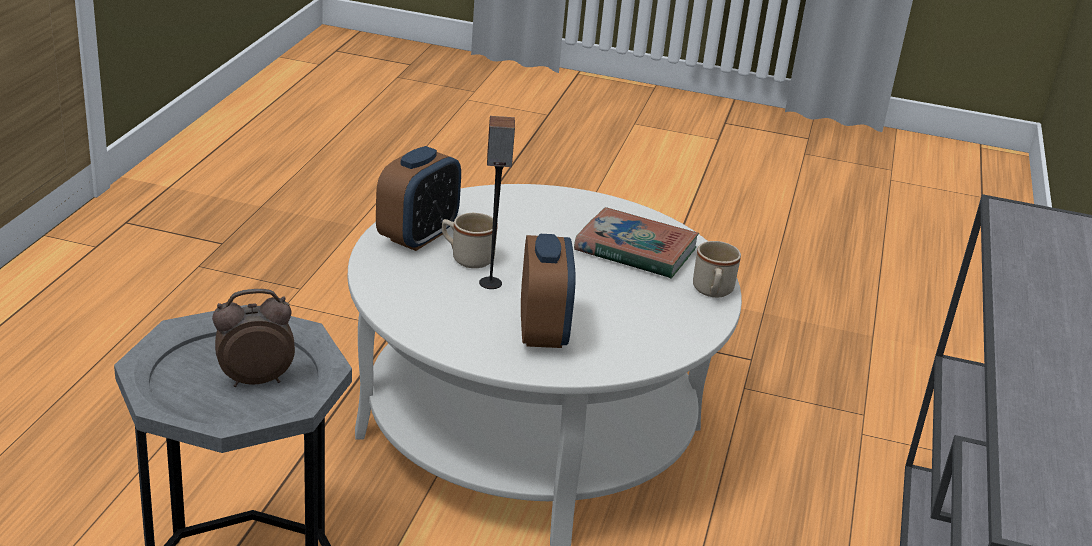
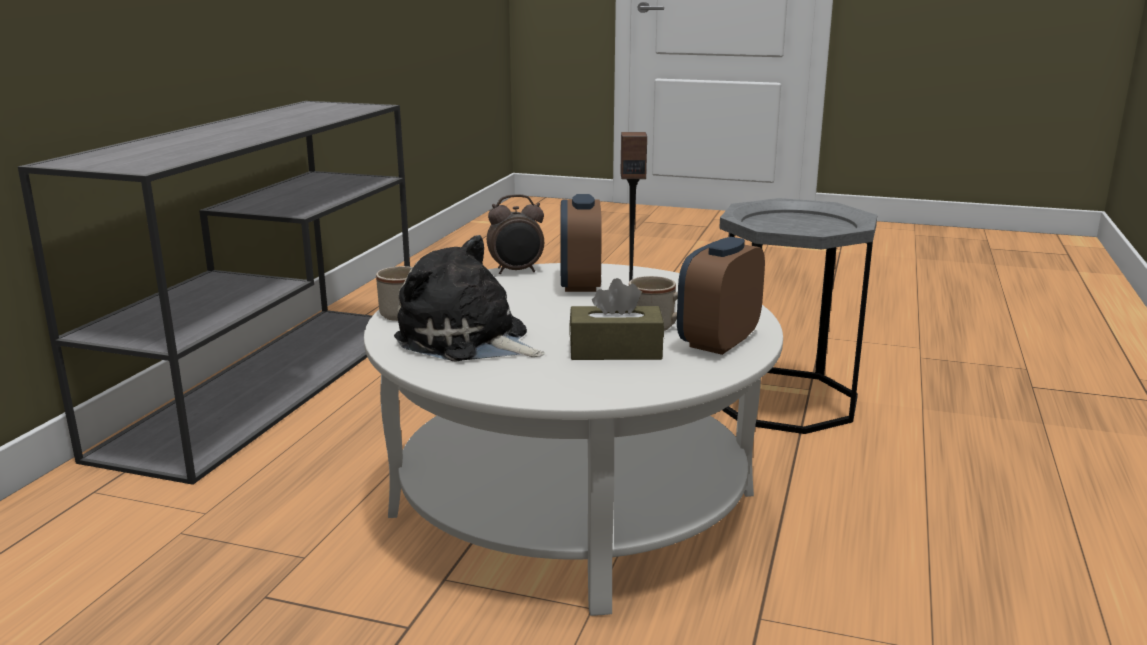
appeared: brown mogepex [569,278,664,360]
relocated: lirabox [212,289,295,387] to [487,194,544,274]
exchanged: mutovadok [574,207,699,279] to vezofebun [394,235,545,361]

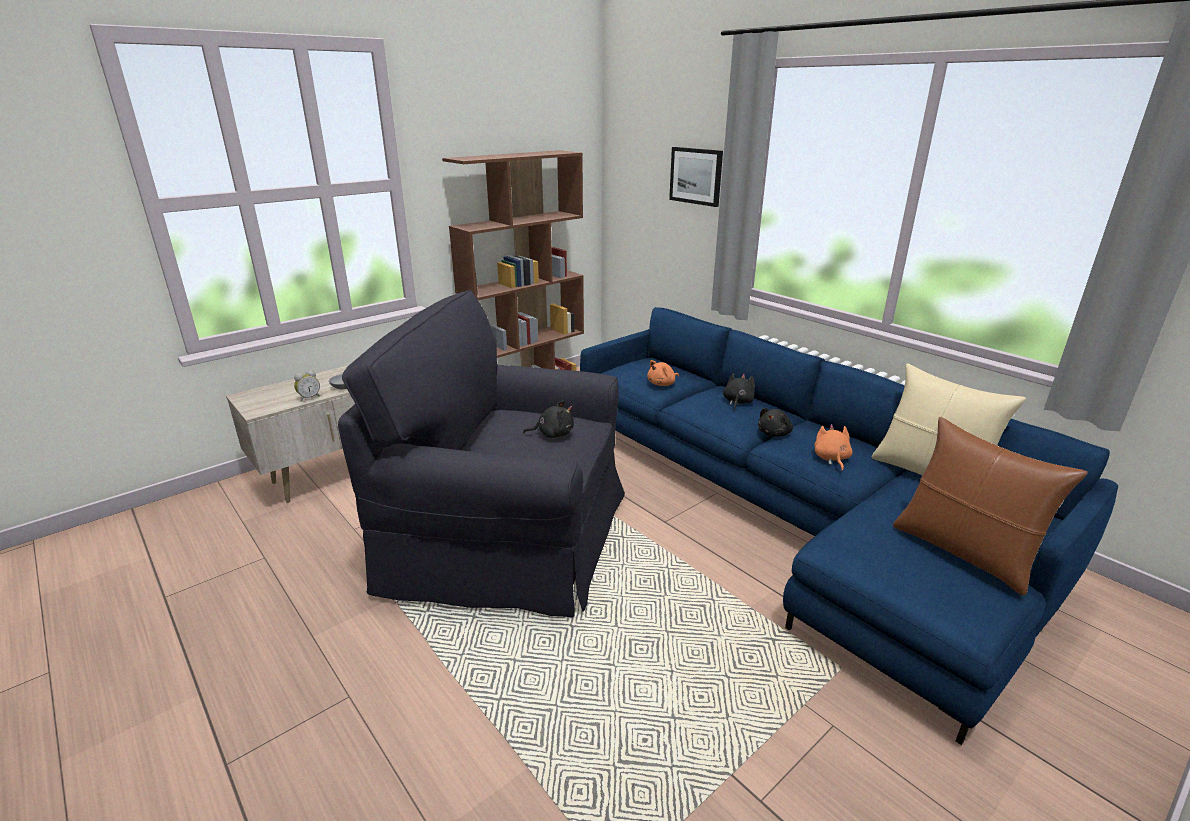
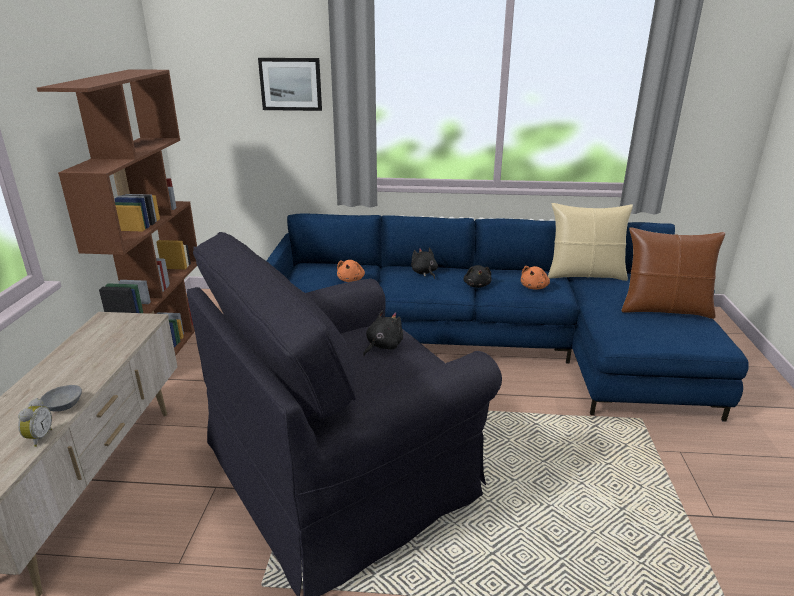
spun: orange vezofebun [814,424,852,471] = [521,266,550,289] 105 degrees counterclockwise

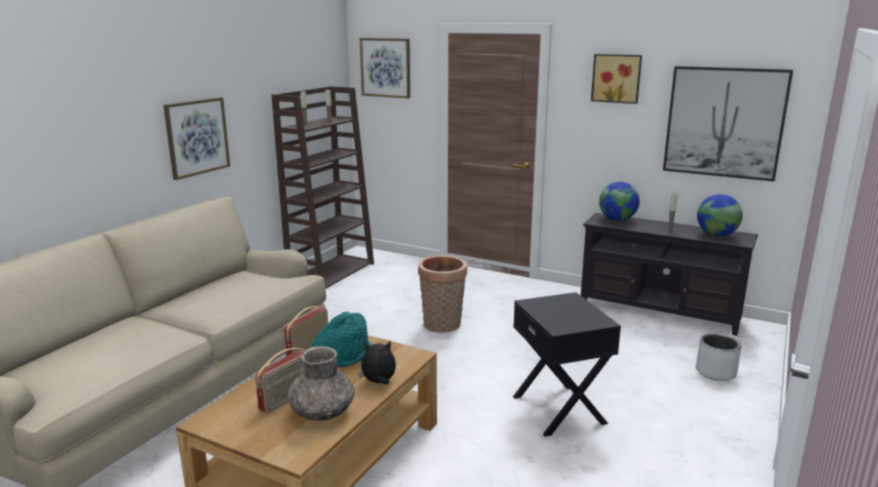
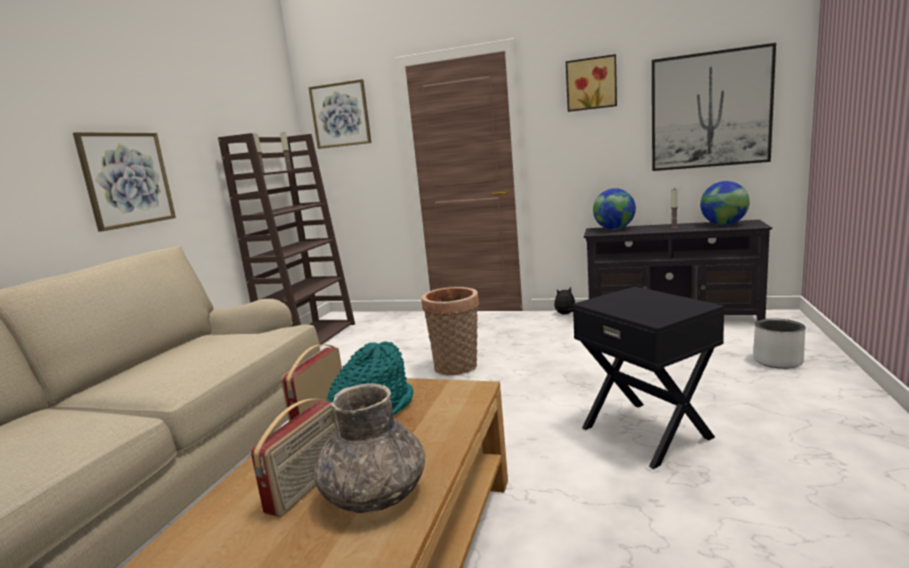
relocated: vezofebun [358,341,396,384] to [554,287,575,315]

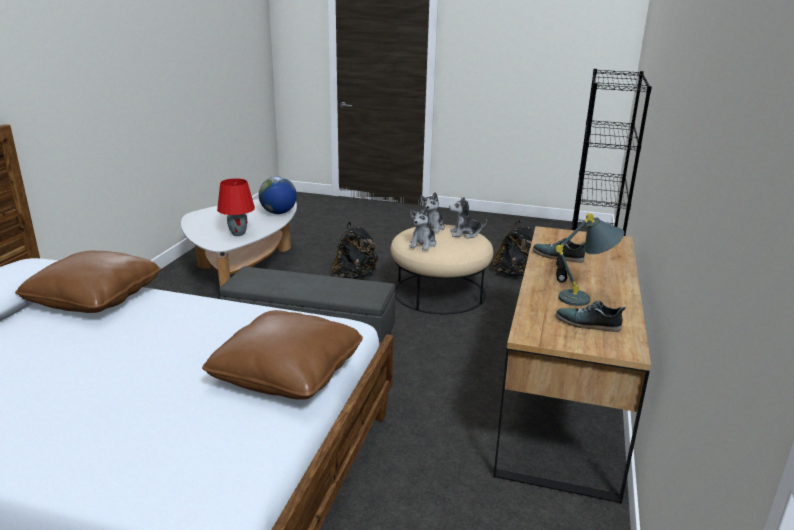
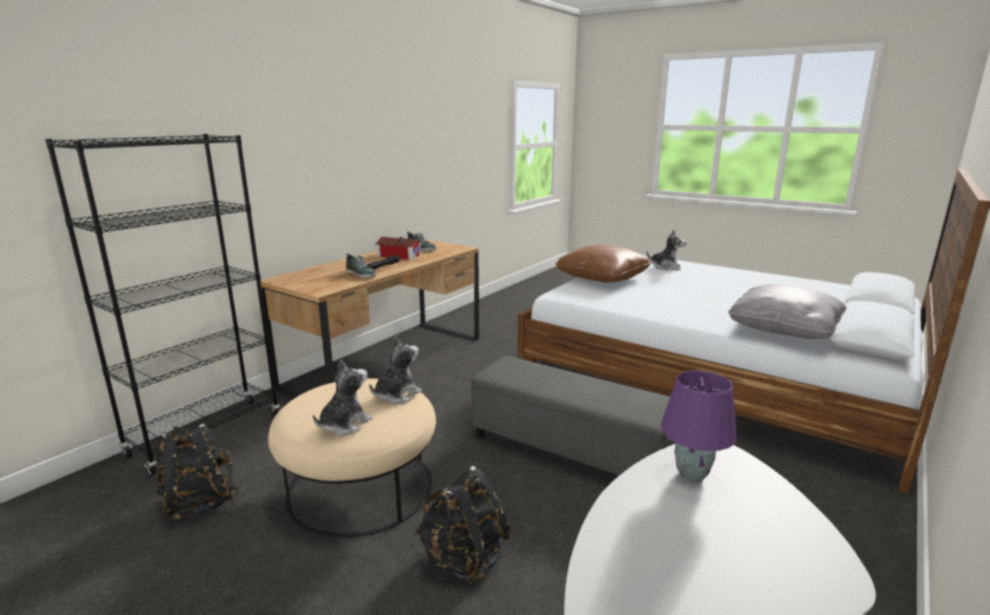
missing: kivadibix [259,177,297,214]
relocated: vezofebun [449,197,487,239] to [647,229,687,270]
exchanged: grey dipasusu [555,213,624,306] to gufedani [376,237,422,260]
colour: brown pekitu [15,251,161,313] to grey pekitu [728,284,847,339]; red dipasusu [217,178,255,236] to purple dipasusu [661,370,737,483]

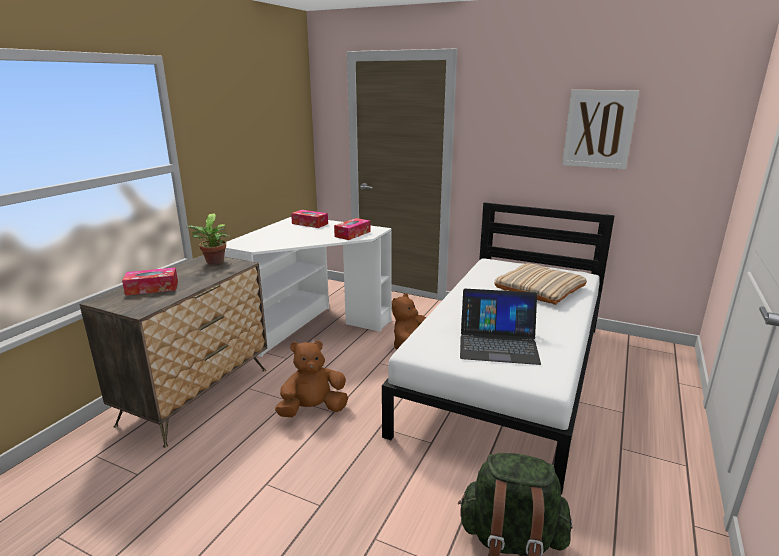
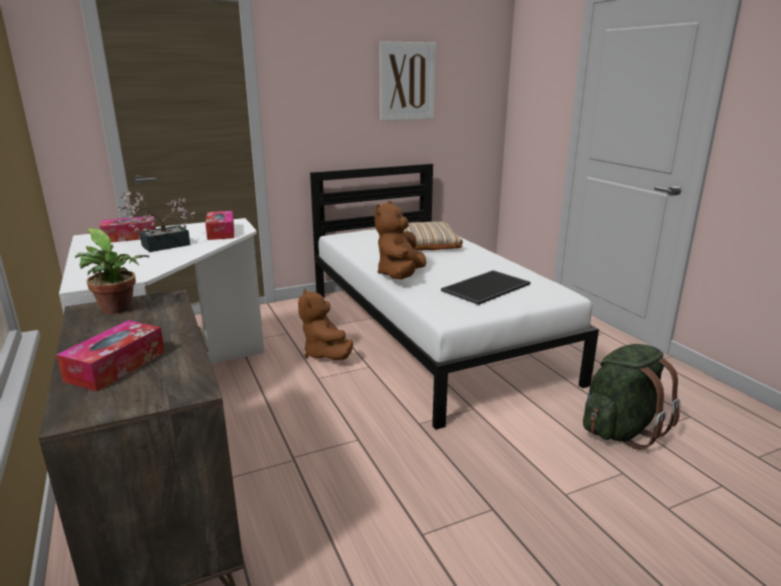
appeared: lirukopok [118,191,195,252]
relocated: brown vezofebun [275,340,348,417] to [374,201,427,279]
exchanged: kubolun [460,289,541,365] to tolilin [441,270,530,305]

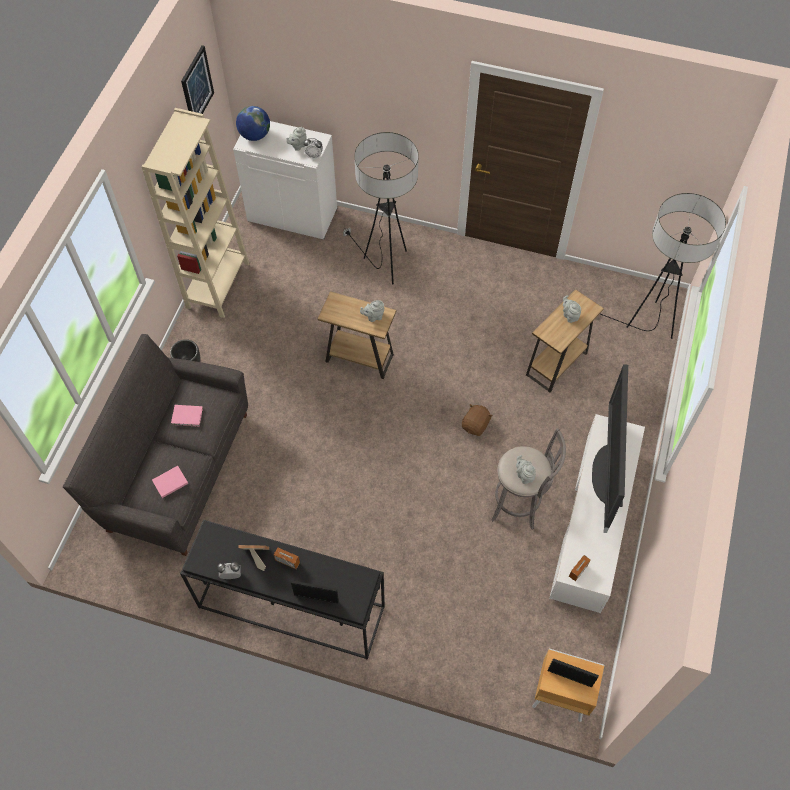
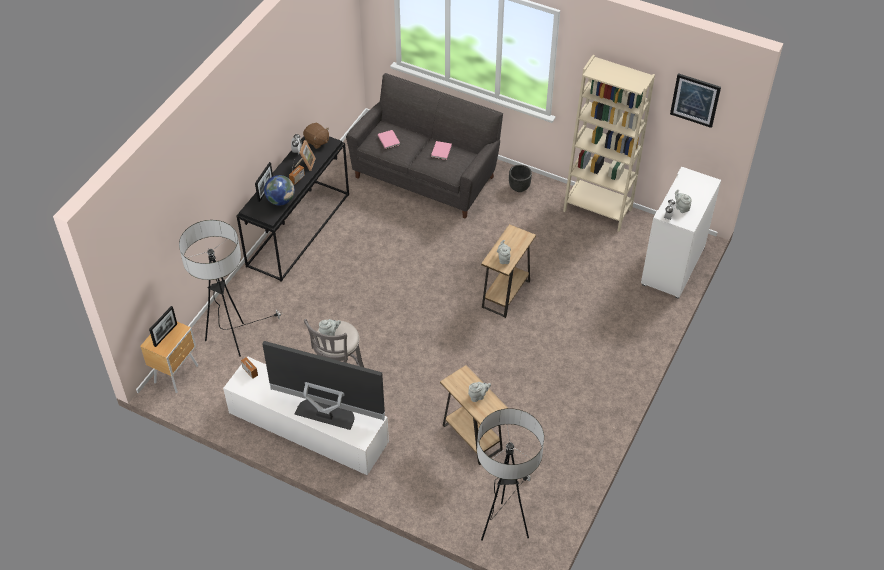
relocated: kivadibix [236,106,270,141] to [264,175,295,205]; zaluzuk [343,132,419,284] to [179,220,283,357]; brown vezofebun [462,404,493,436] to [303,123,329,149]

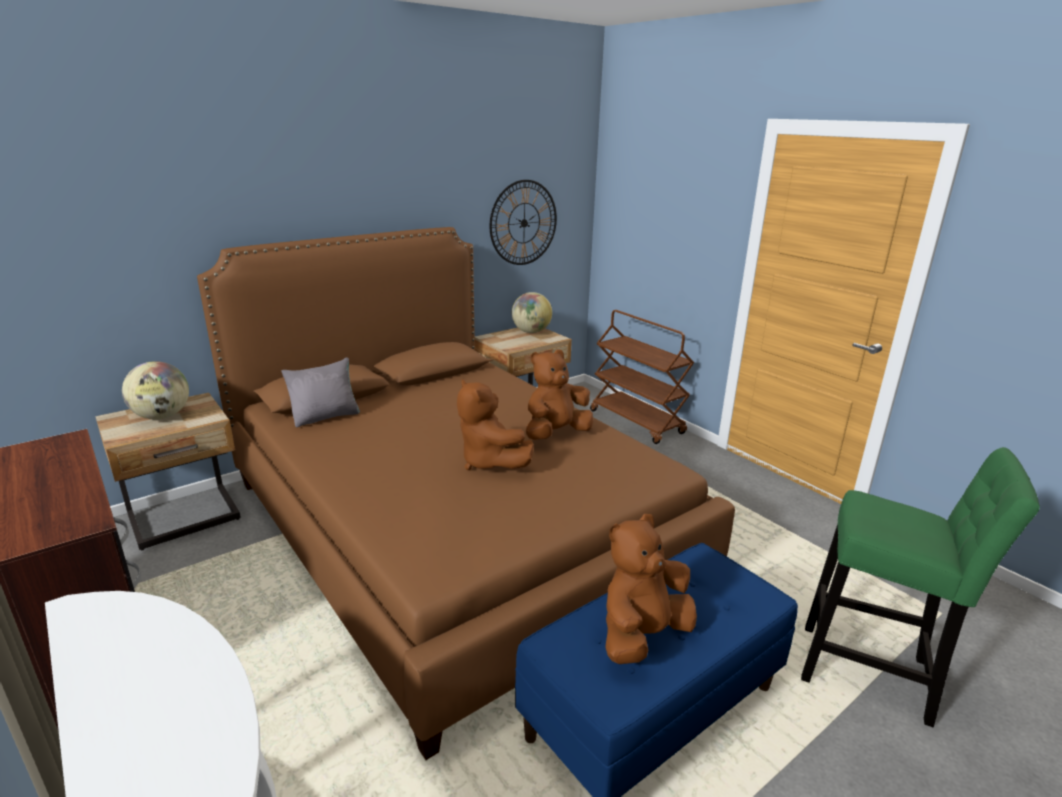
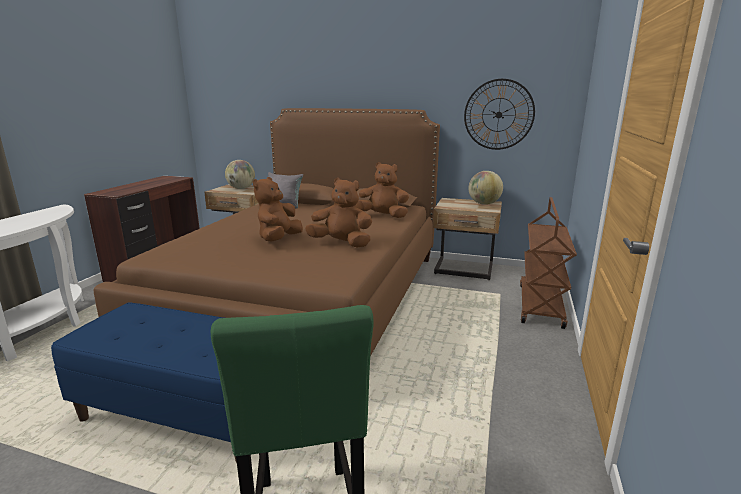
relocated: brown vezofebun [605,514,697,664] to [355,162,409,218]

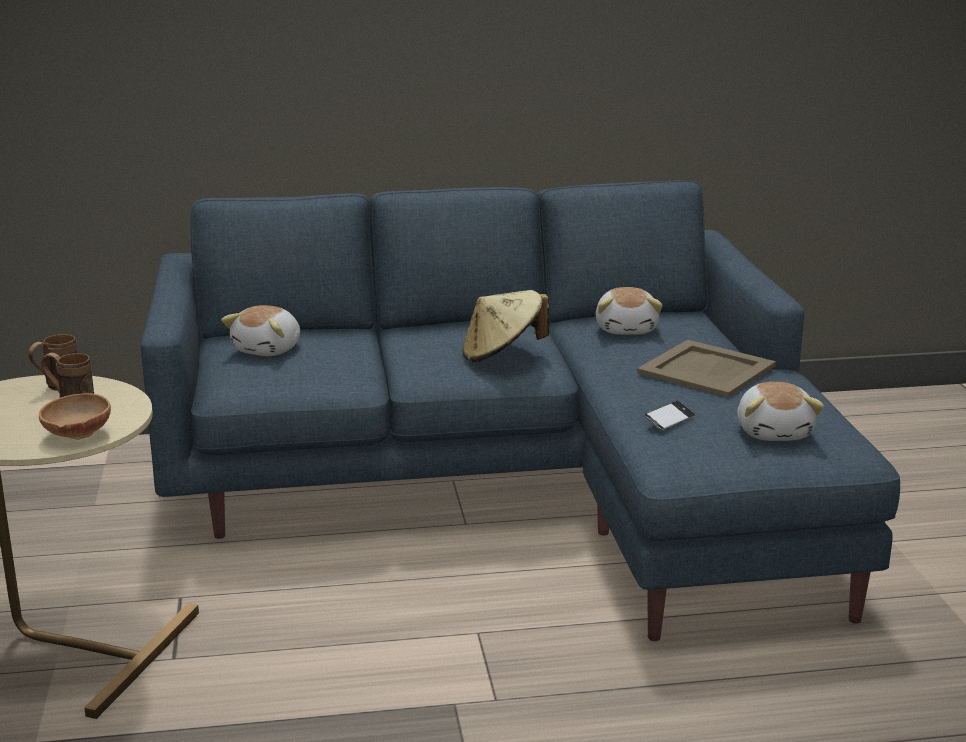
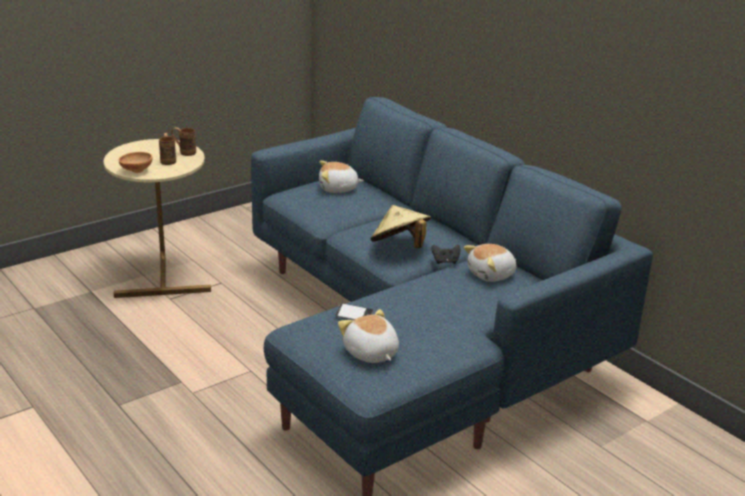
missing: beige tolilin [637,340,776,397]
appeared: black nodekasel [431,245,461,264]
spun: vezofebun [737,382,824,441] = [338,309,399,363] 90 degrees clockwise

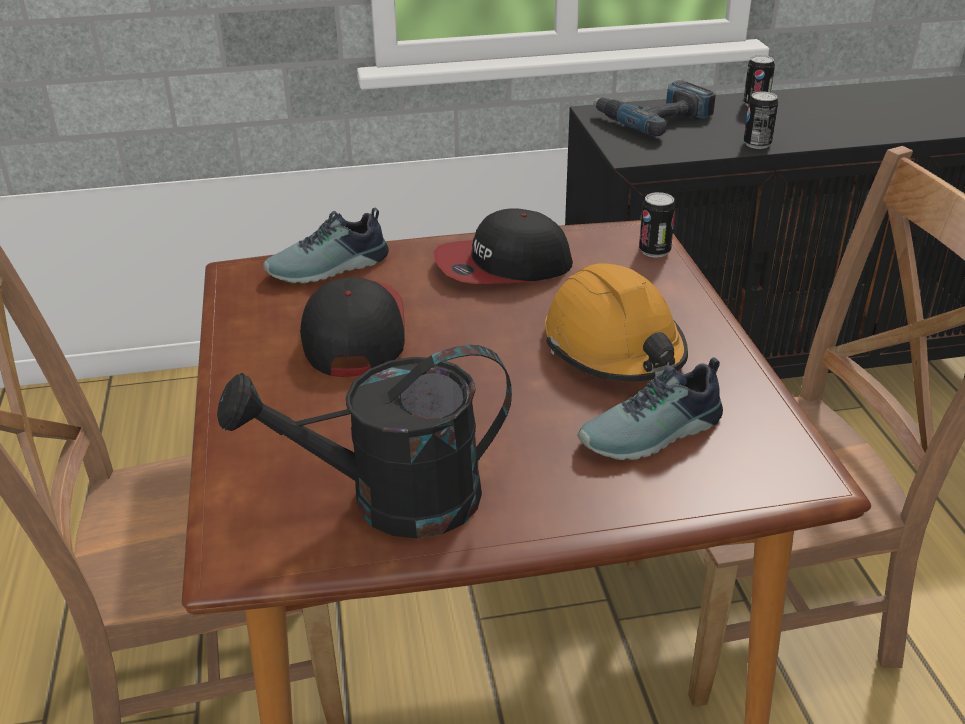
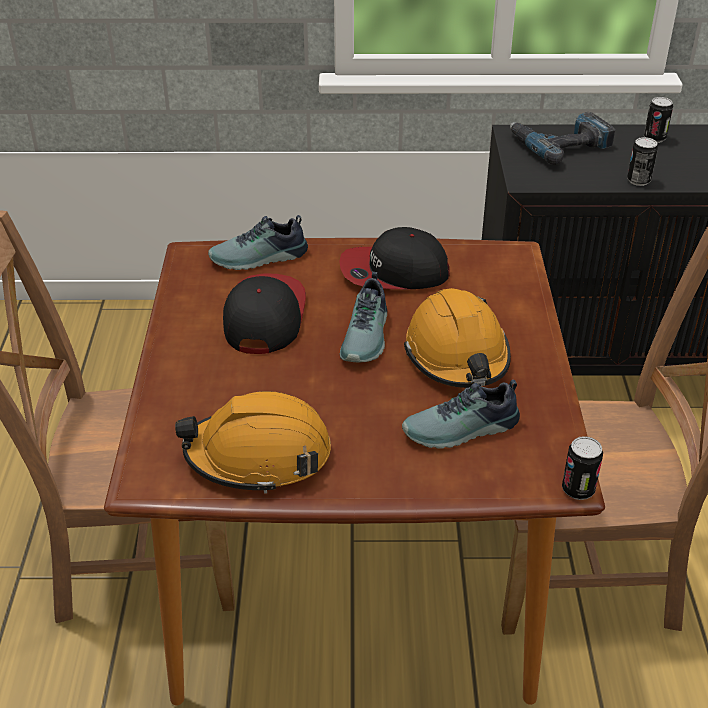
appeared: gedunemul [340,272,387,363]
relocated: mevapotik [639,192,676,258] to [562,436,603,500]
exchanged: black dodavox [217,345,512,538] to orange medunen [175,391,331,494]

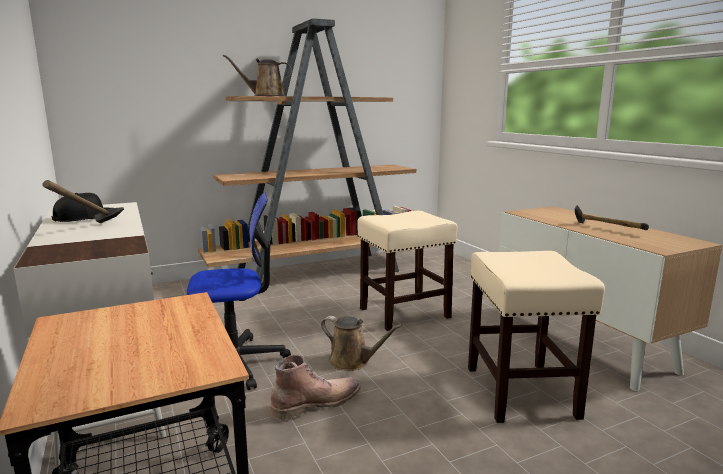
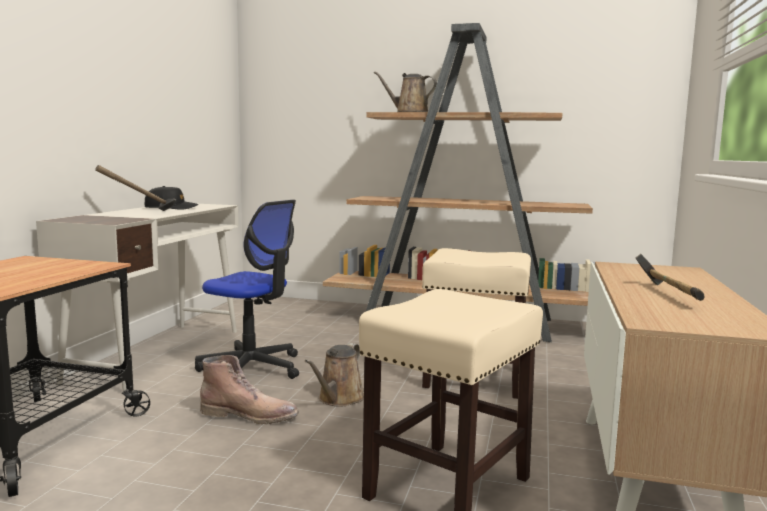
spun: brown dodavox [321,316,402,371] = [305,343,364,406] 45 degrees clockwise

